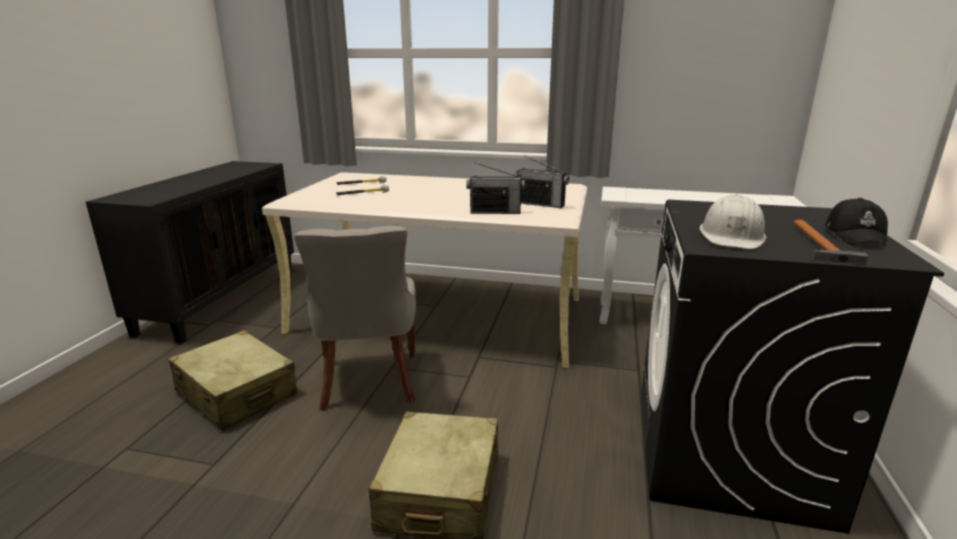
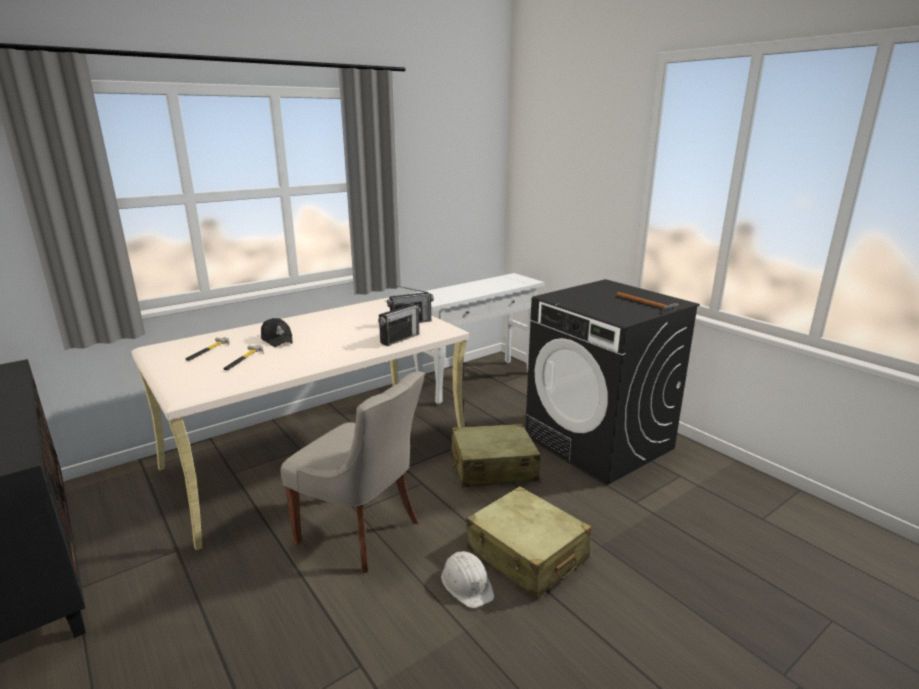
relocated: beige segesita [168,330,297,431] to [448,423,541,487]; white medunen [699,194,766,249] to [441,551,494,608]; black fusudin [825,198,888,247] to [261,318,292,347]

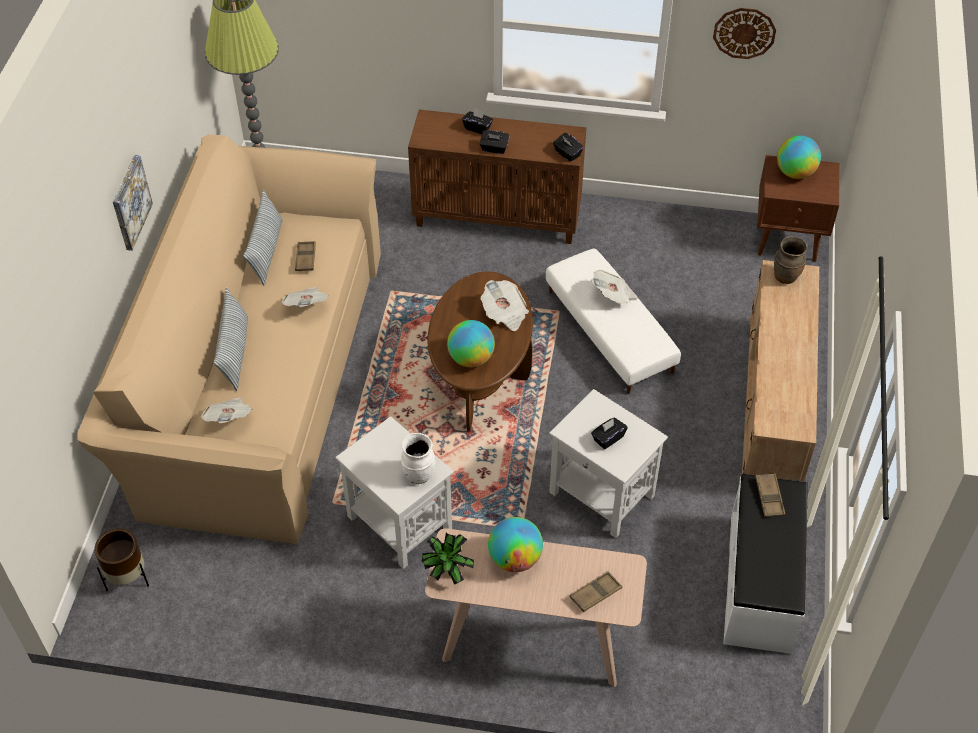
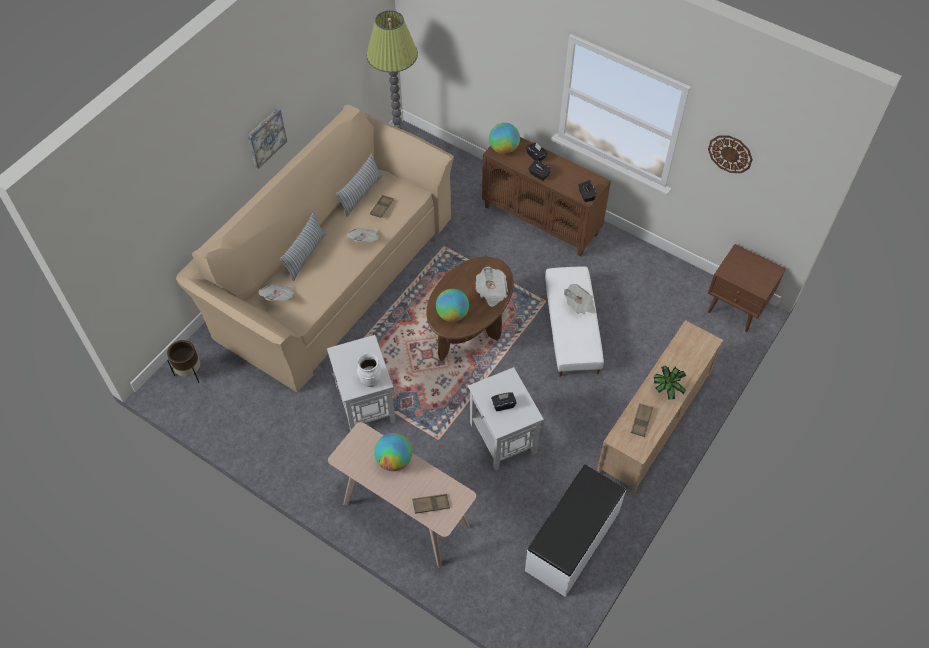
missing: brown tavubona [774,236,807,284]
relocated: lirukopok [422,533,474,585] to [653,366,686,400]; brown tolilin [755,473,785,517] to [631,403,653,437]; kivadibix [777,135,821,179] to [489,123,520,154]

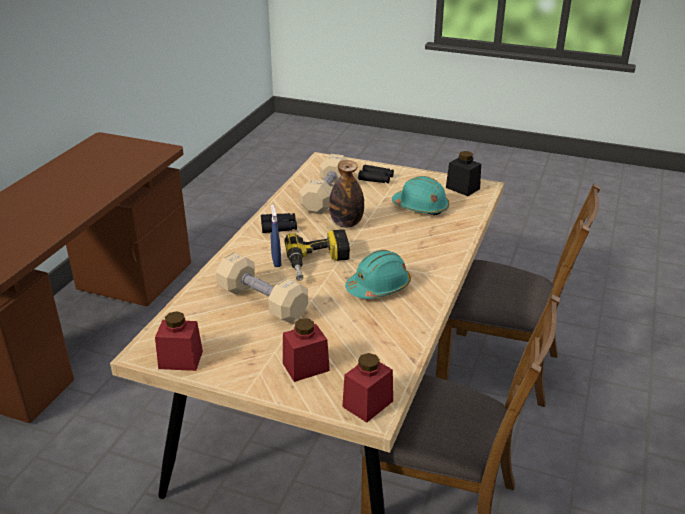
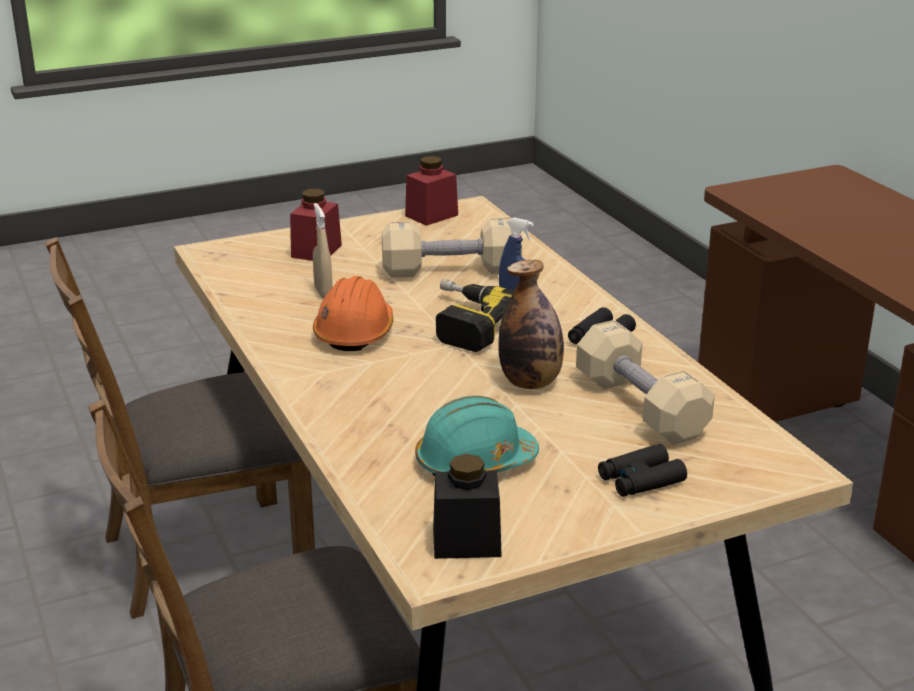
missing: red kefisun [342,353,393,423]
appeared: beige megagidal [313,203,333,299]
colour: turquoise medunen [345,250,411,299] to orange medunen [313,276,394,351]

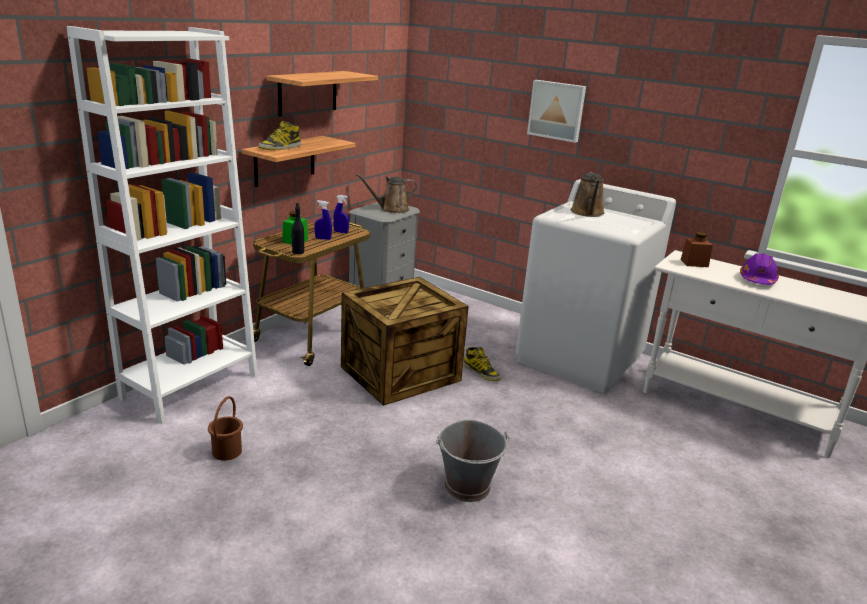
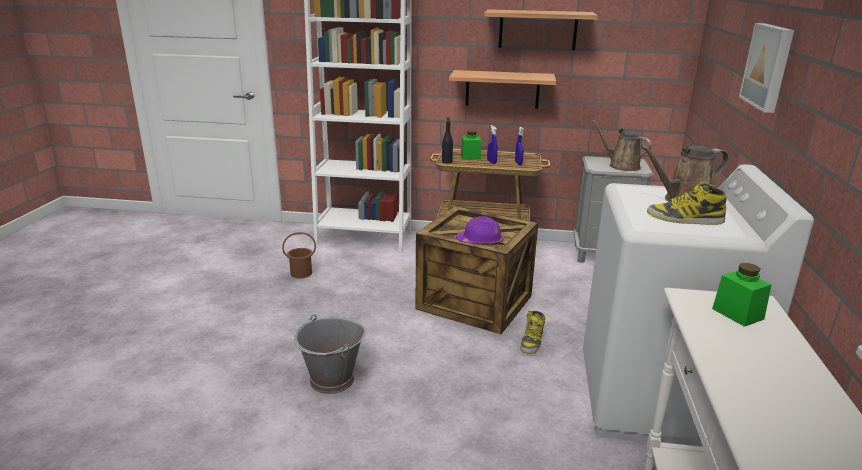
relocated: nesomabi [258,121,301,150] to [647,182,727,225]; purple medunen [740,253,779,285] to [456,216,504,245]
colour: brown kefisun [681,232,713,267] to green kefisun [712,263,771,327]

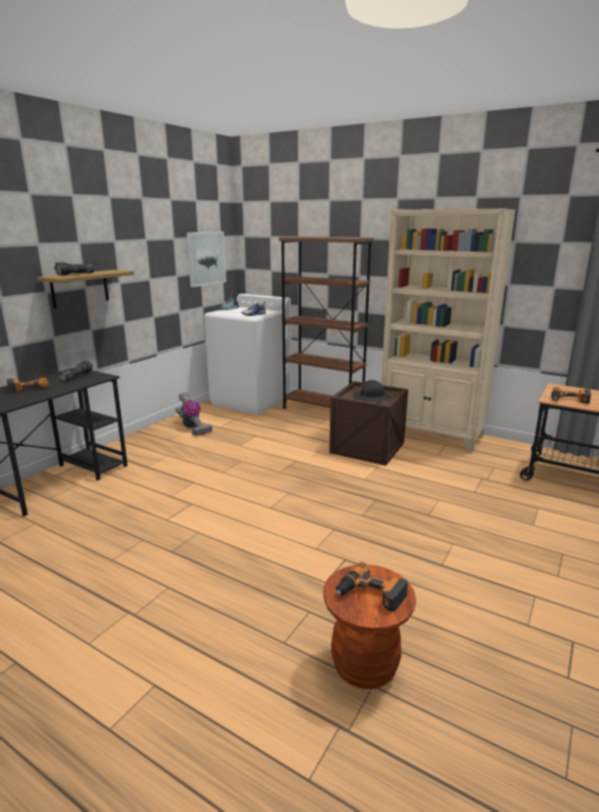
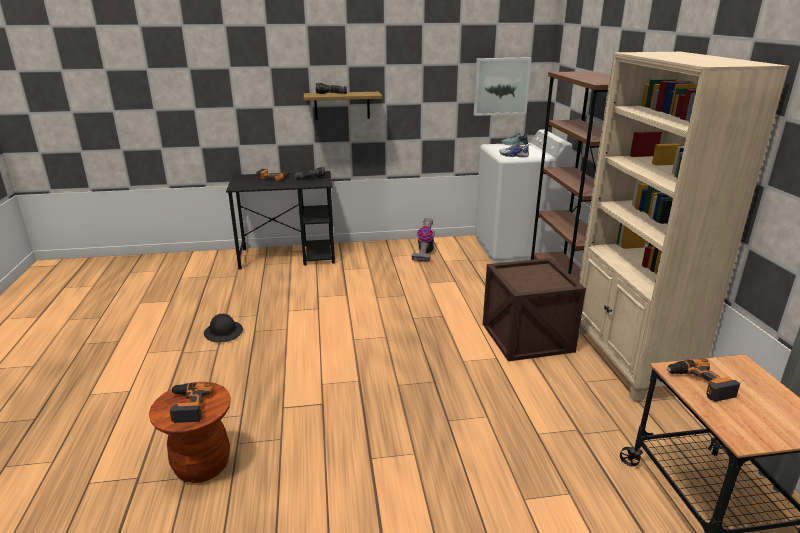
relocated: black medunen [353,380,391,402] to [204,313,243,342]

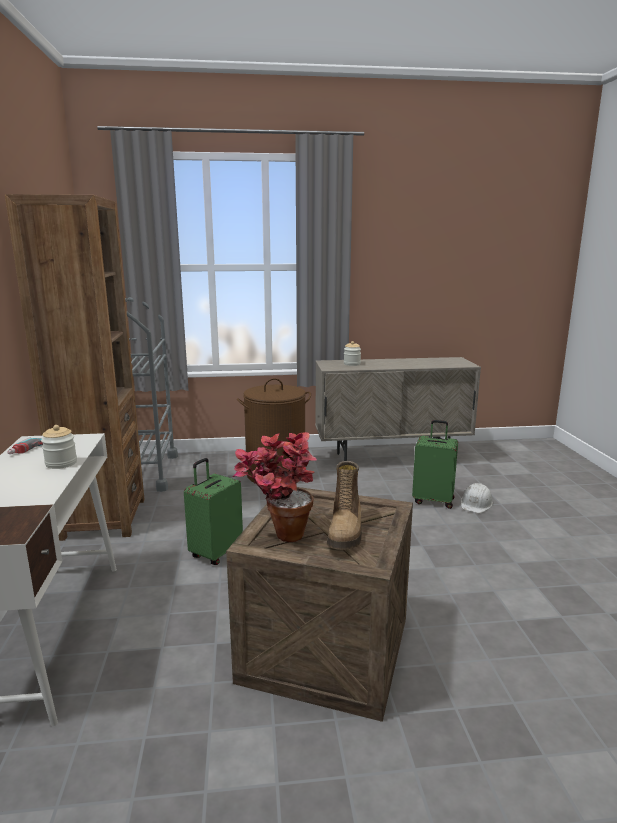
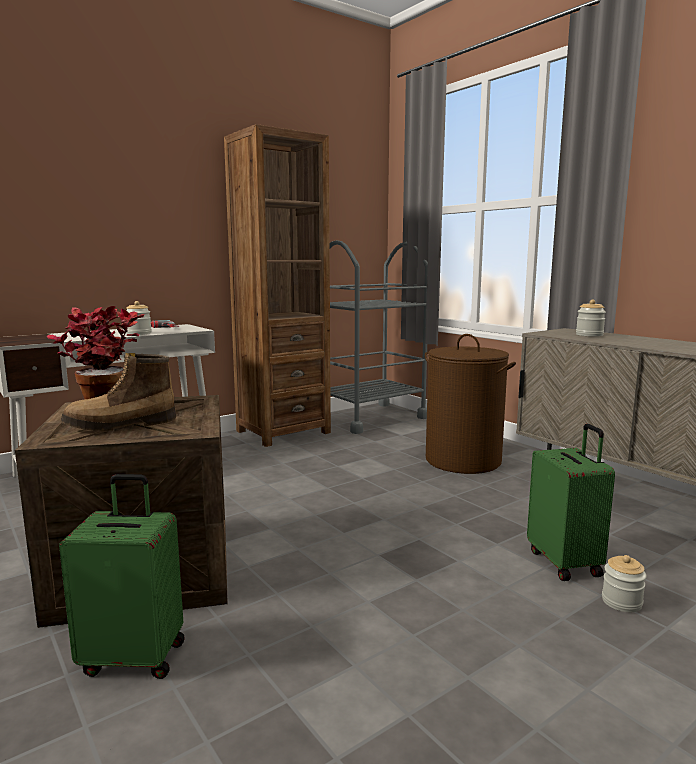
relocated: green segesita [184,458,243,565] to [59,474,184,679]
exchanged: white medunen [461,483,493,513] to kefisun [602,555,647,612]

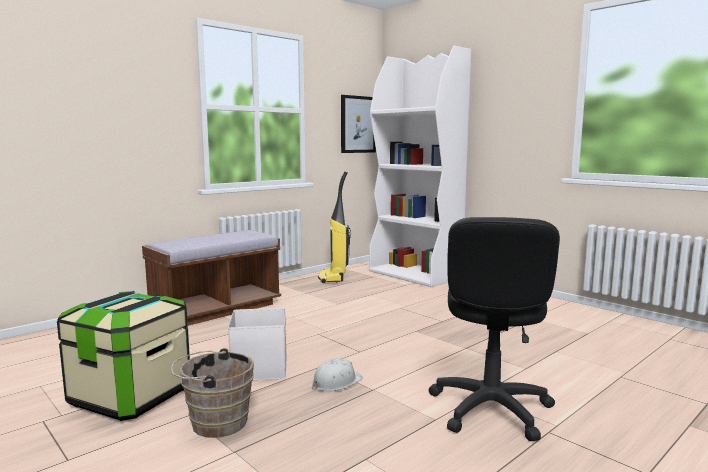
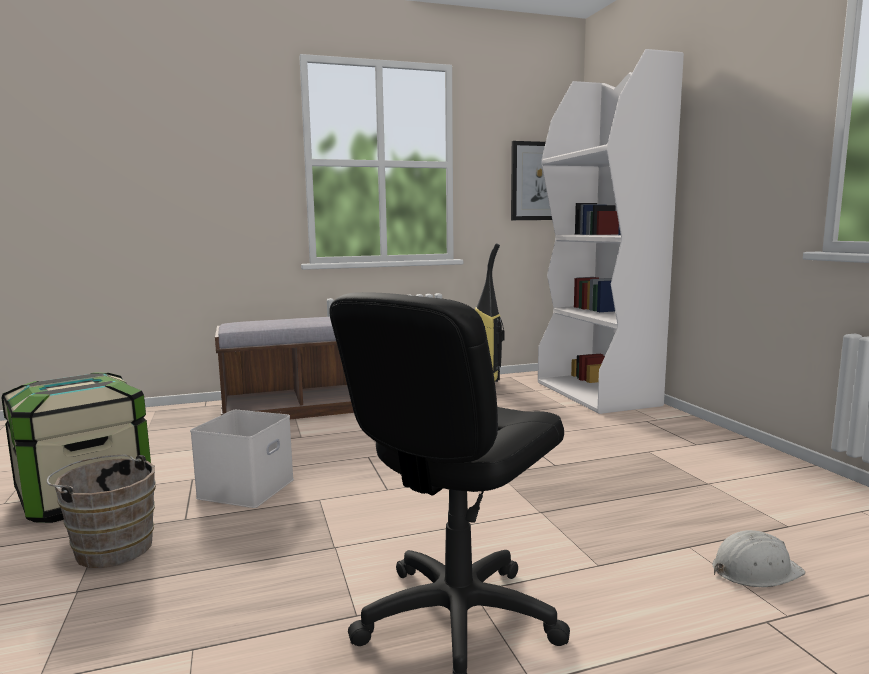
relocated: white medunen [312,358,363,391] to [712,530,805,587]

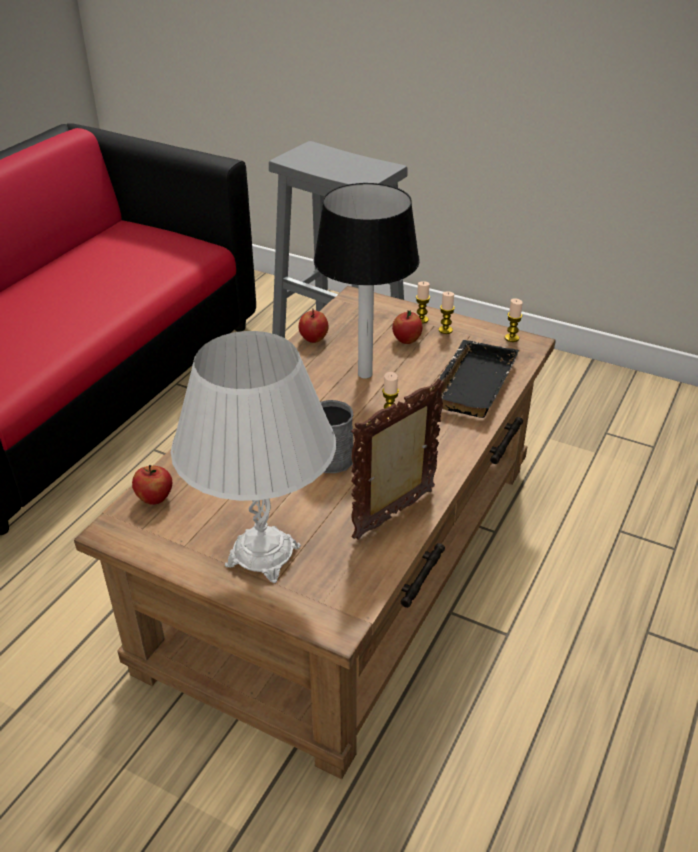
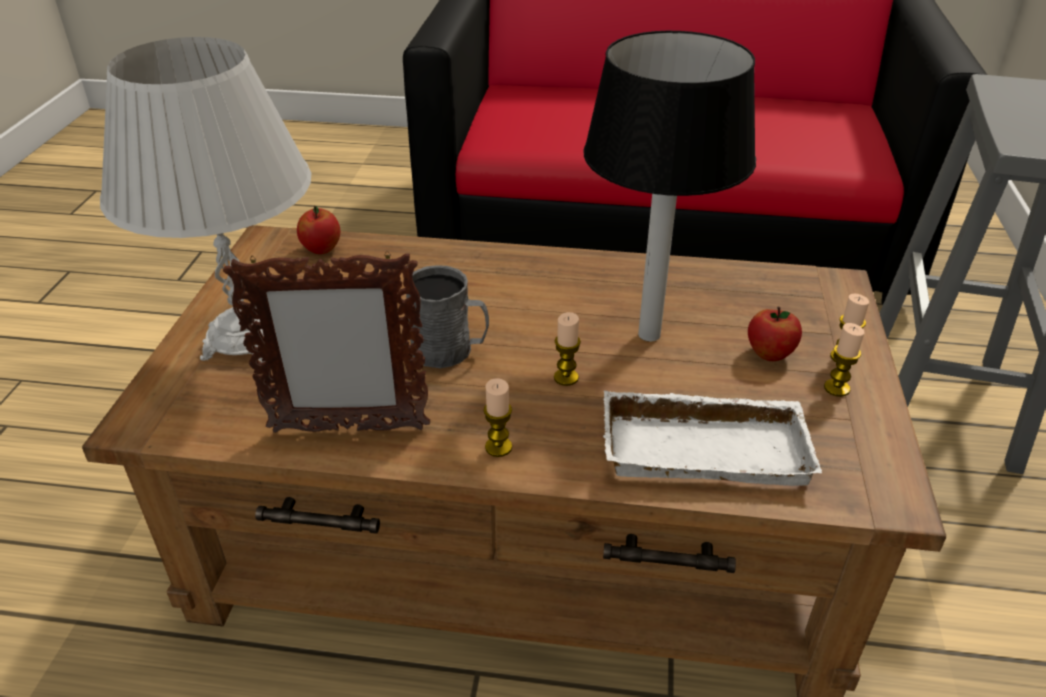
missing: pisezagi [299,308,328,343]
relocated: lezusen [505,298,523,342] to [483,378,512,457]
colour: black tolilin [439,340,519,418] to white tolilin [603,391,822,486]
spun: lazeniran [351,378,445,540] = [223,251,430,433] 150 degrees clockwise

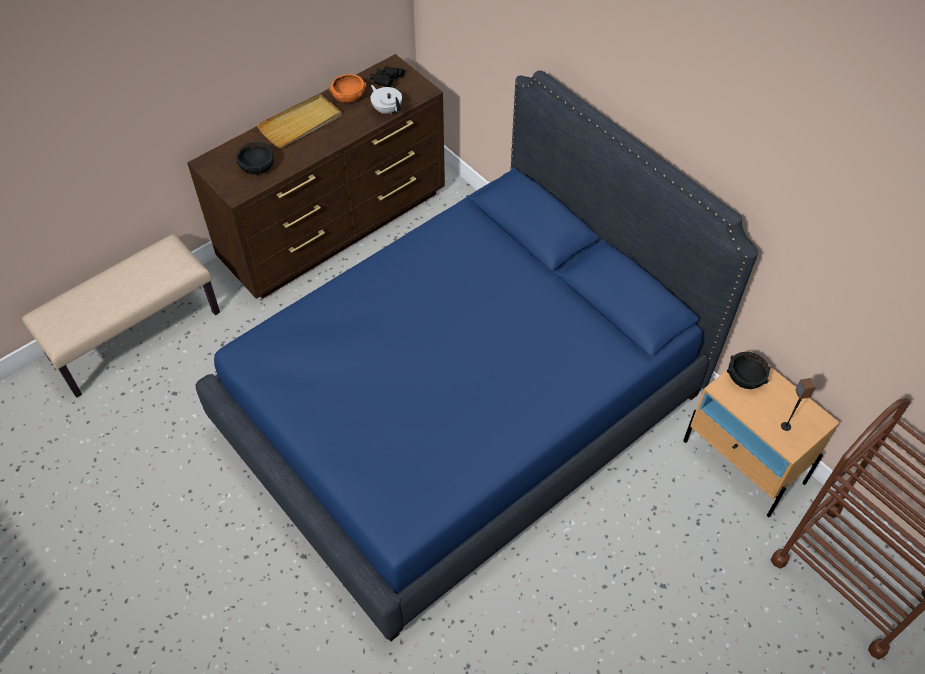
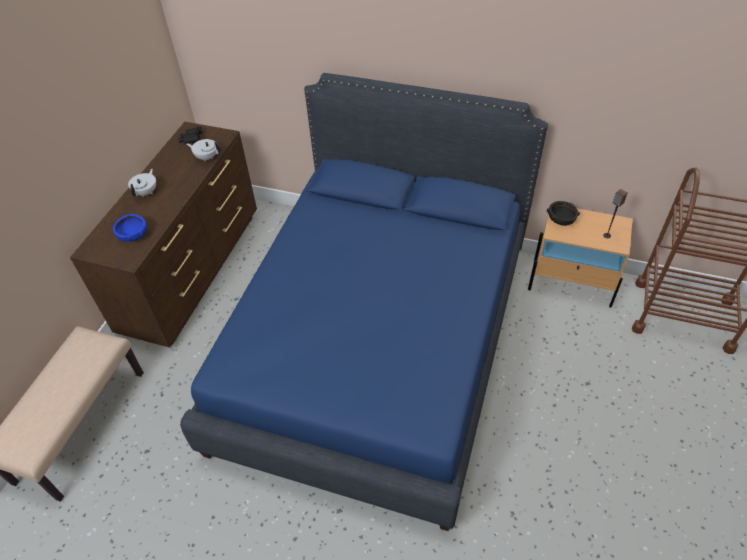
missing: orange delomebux [329,74,367,103]
exchanged: beige tolilin [257,93,342,148] to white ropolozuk [128,169,156,197]
colour: black delomebux [236,142,274,174] to blue delomebux [113,214,147,242]

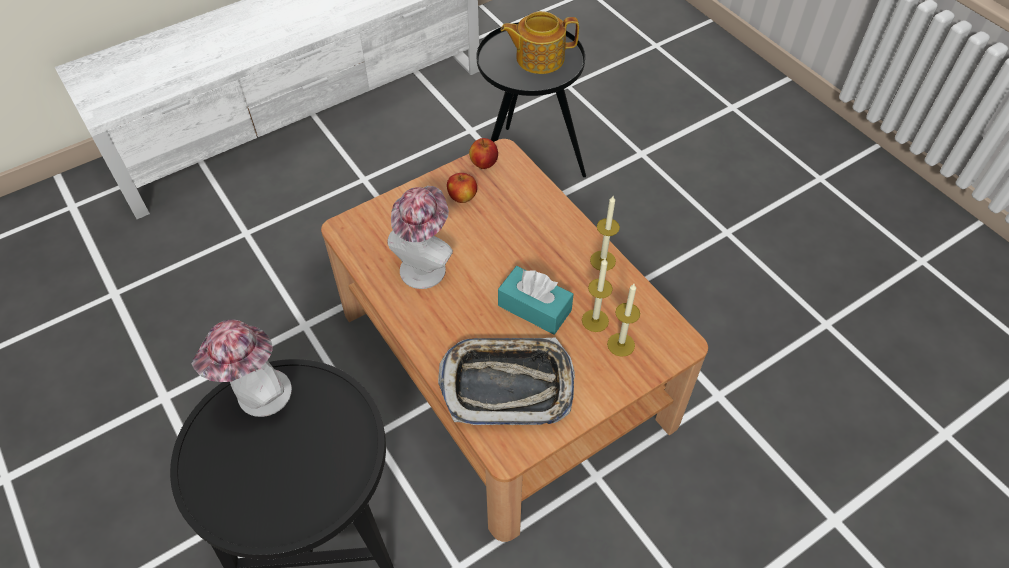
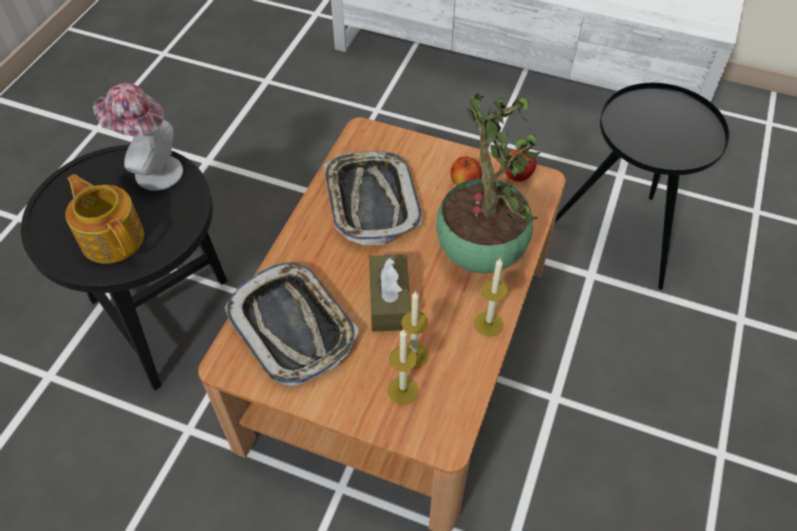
appeared: lirukopok [436,94,541,274]
relocated: ropolozuk [501,11,579,74] to [65,174,144,264]
exchanged: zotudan [387,186,453,289] to tolilin [323,151,422,245]
colour: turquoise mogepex [498,266,574,335] to brown mogepex [369,254,411,332]

